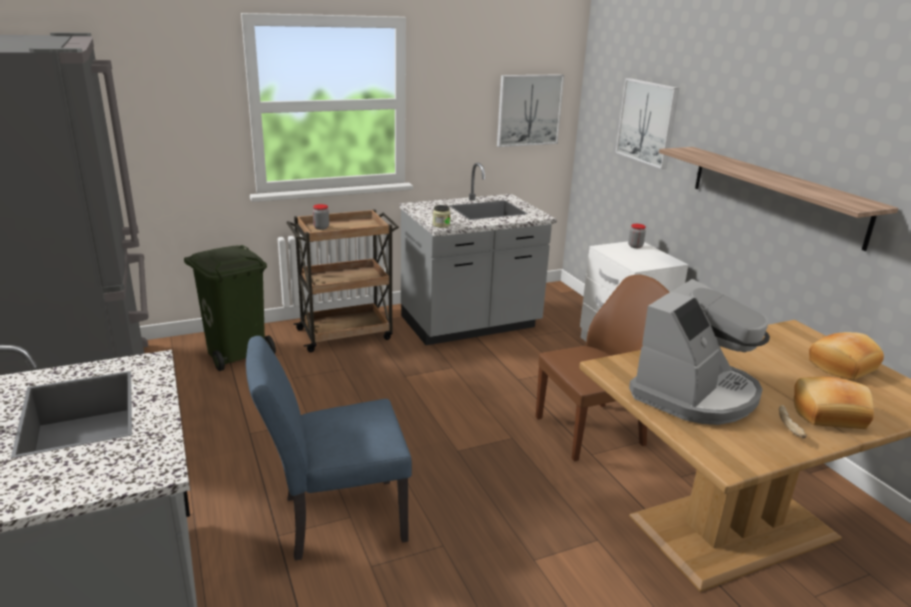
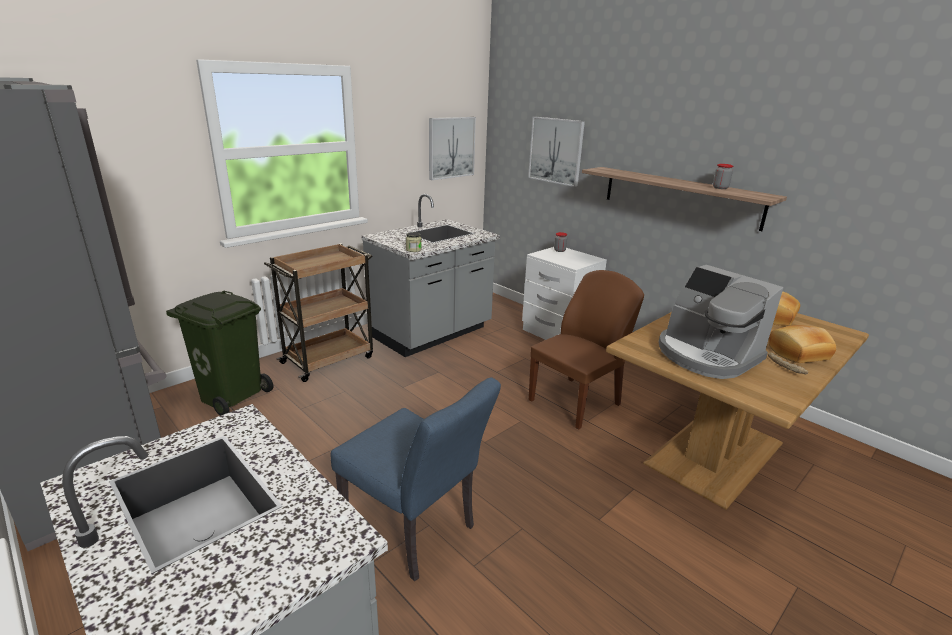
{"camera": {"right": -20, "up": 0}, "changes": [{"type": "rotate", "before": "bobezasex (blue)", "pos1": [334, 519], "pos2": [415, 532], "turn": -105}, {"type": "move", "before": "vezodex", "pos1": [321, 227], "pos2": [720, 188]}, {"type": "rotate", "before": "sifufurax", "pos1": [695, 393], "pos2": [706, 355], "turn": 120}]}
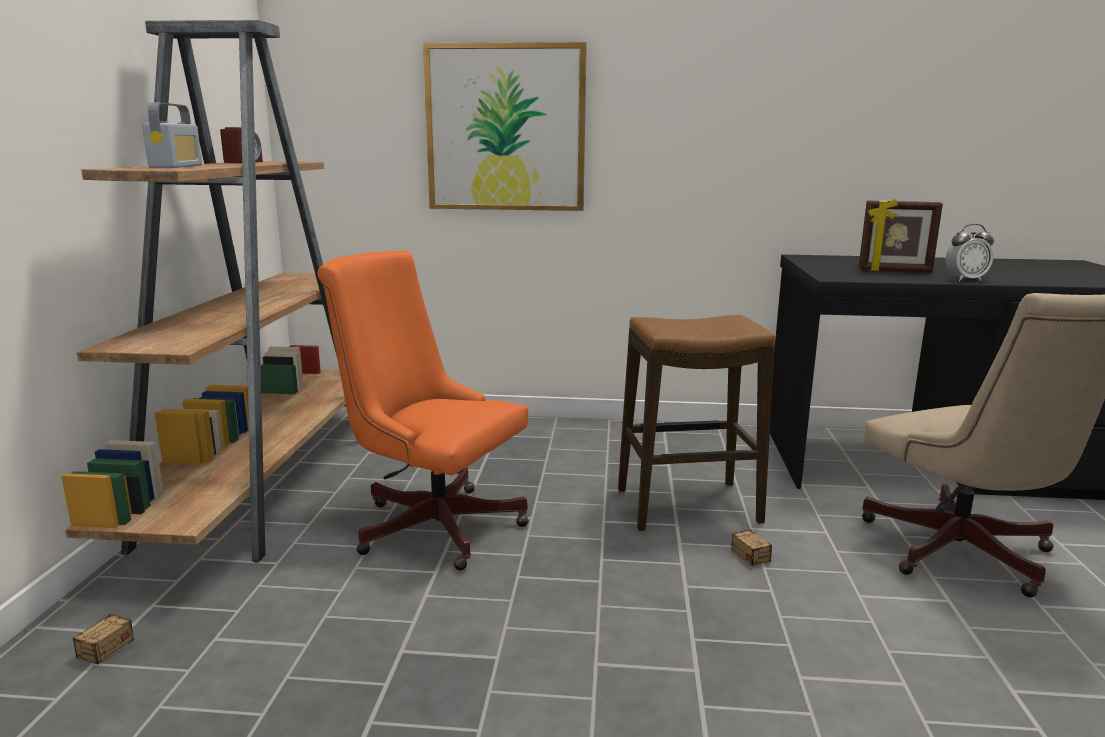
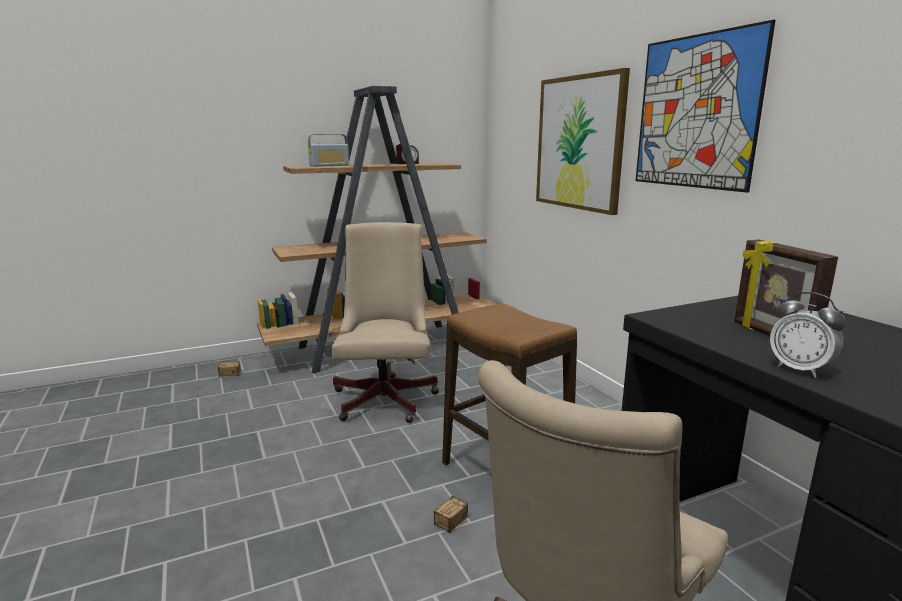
{"camera": {"right": 60, "up": 0}, "changes": [{"type": "recolor", "before": "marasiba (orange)", "after": "marasiba (beige)", "pos1": [431, 523], "pos2": [386, 396]}, {"type": "insert", "after": "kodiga", "pos2": [696, 112]}]}
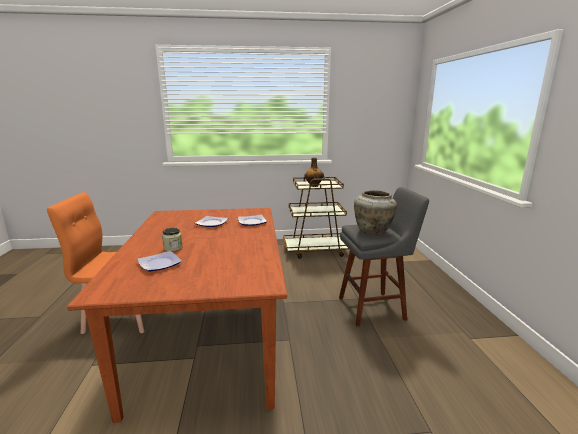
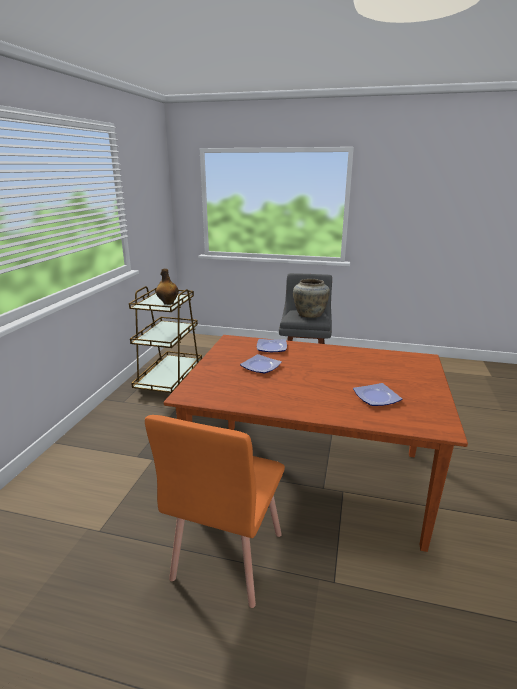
{"camera": {"right": -70, "up": 5}, "changes": [{"type": "delete", "before": "vezodex", "pos1": [173, 248]}]}
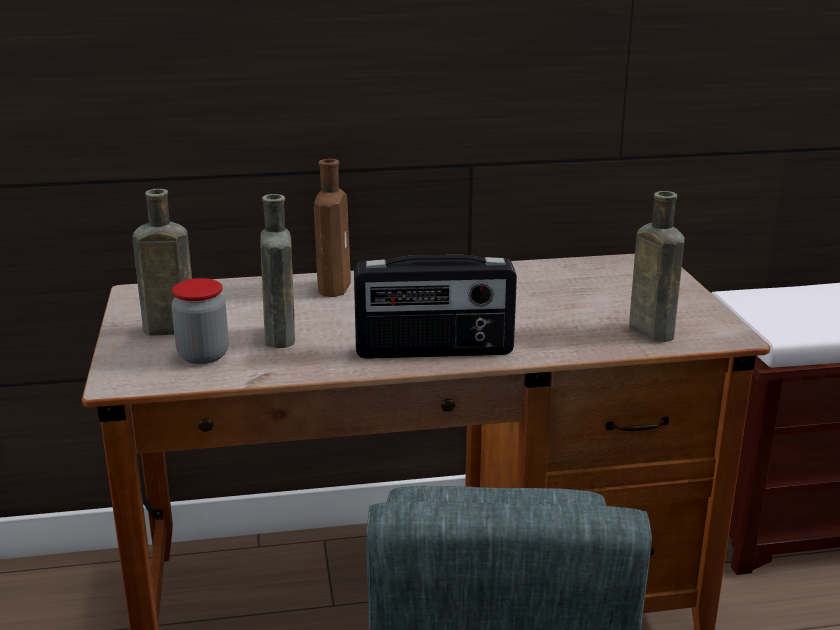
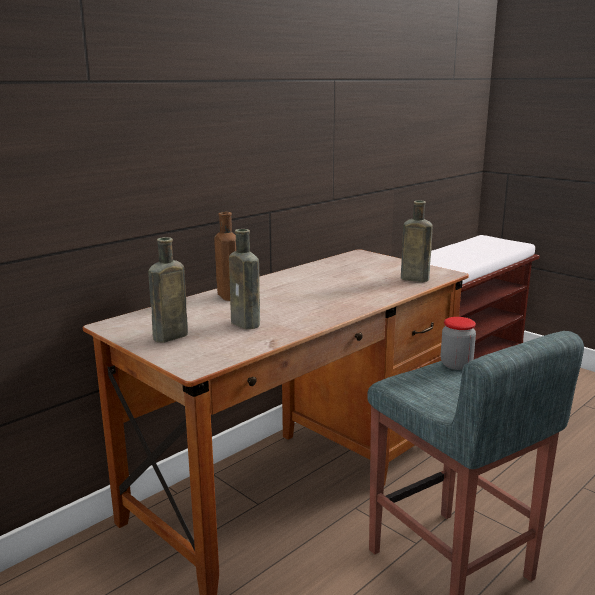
{"camera": {"right": -35, "up": -5}, "changes": [{"type": "move", "before": "vezodex", "pos1": [203, 355], "pos2": [456, 364]}, {"type": "delete", "before": "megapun", "pos1": [434, 351]}]}
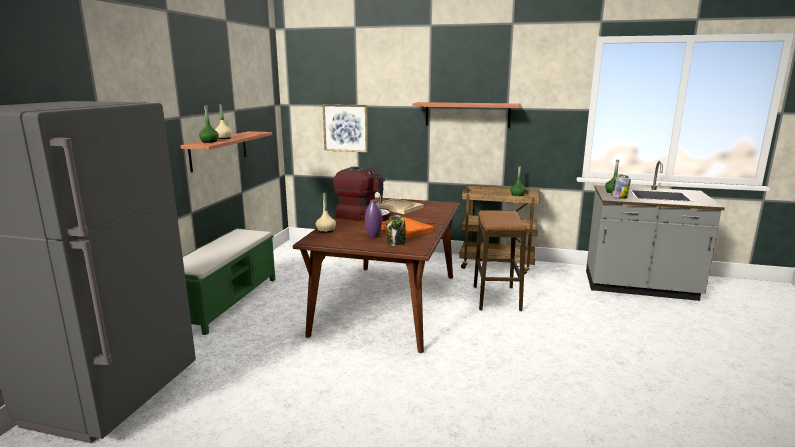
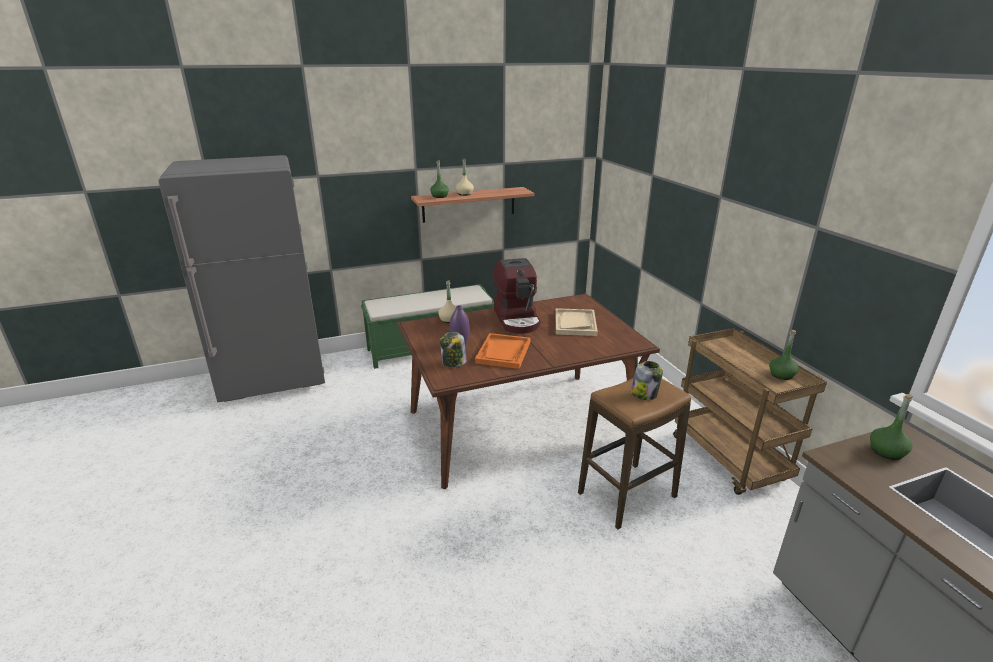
{"camera": {"right": 55, "up": 10}, "changes": [{"type": "delete", "before": "kodiga", "pos1": [345, 128]}, {"type": "delete", "before": "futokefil", "pos1": [467, 114]}, {"type": "move", "before": "vezodex", "pos1": [619, 197], "pos2": [644, 394]}]}
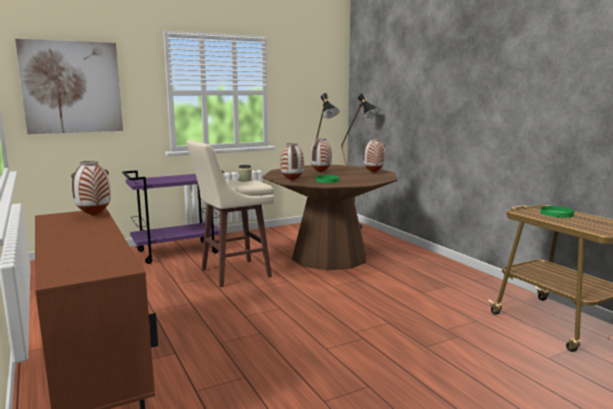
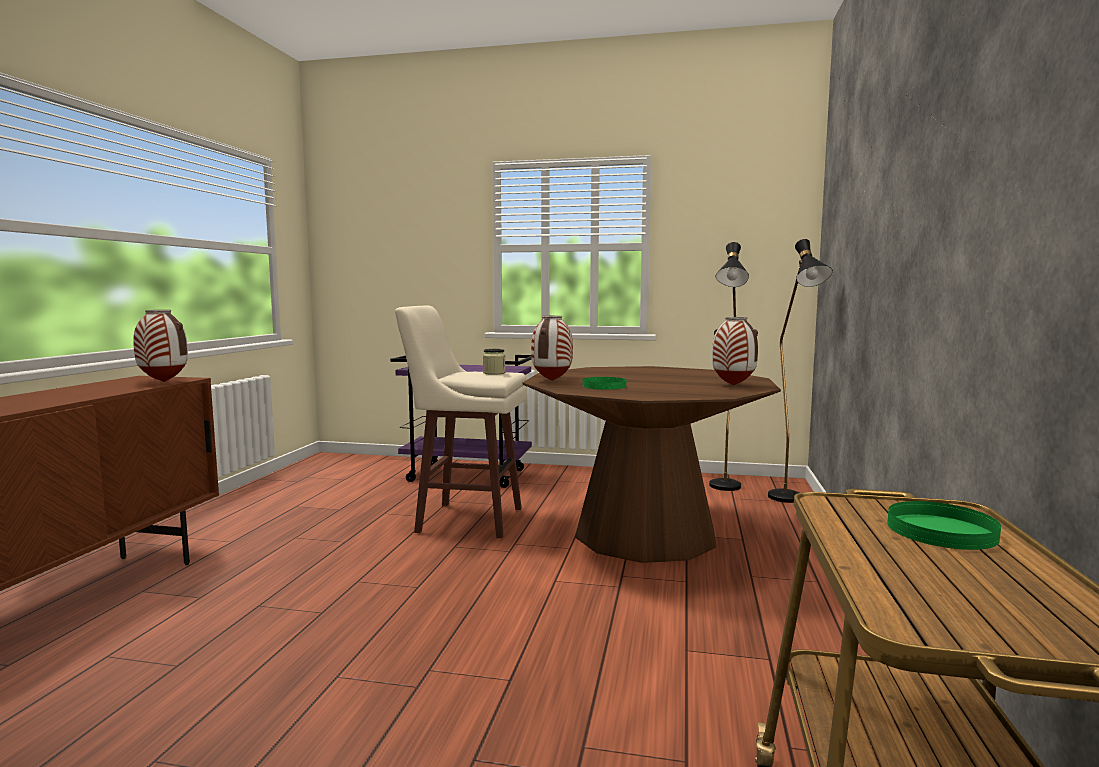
{"camera": {"right": 40, "up": -5}, "changes": [{"type": "delete", "before": "kodiga", "pos1": [72, 87]}, {"type": "delete", "before": "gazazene", "pos1": [320, 172]}]}
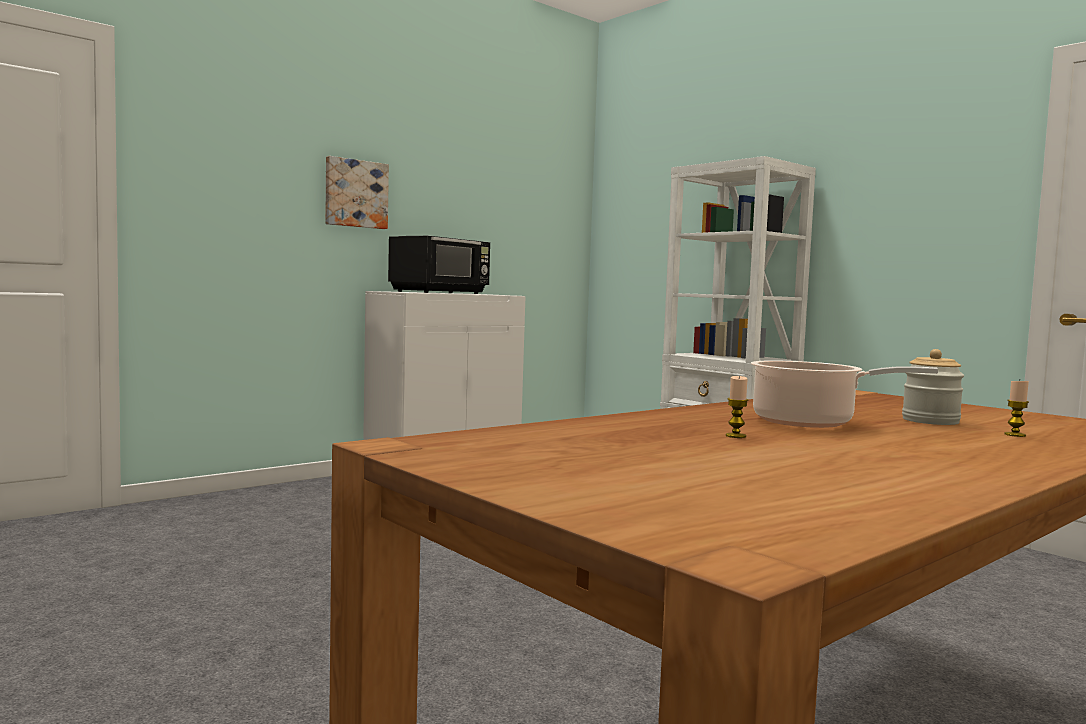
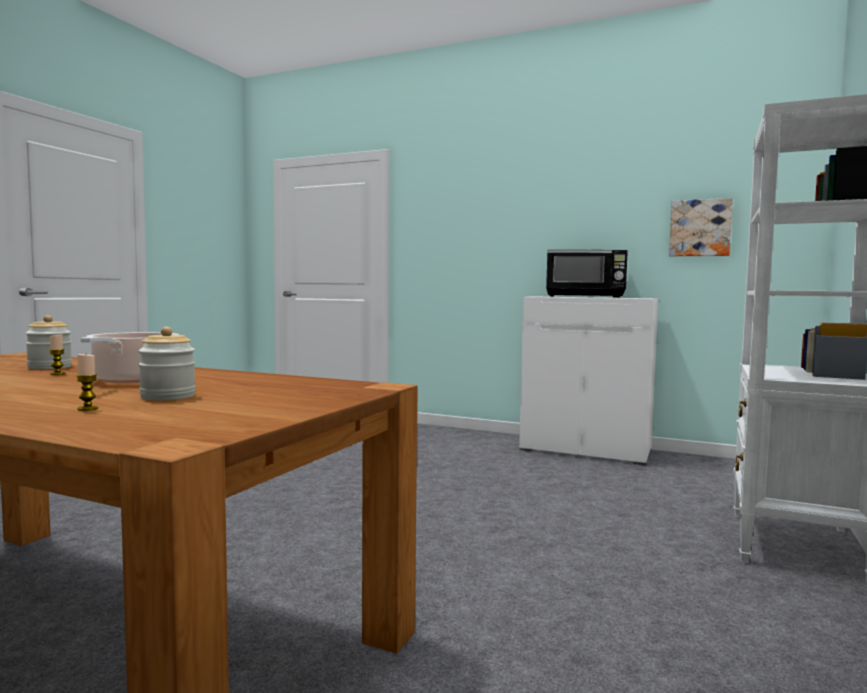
{"camera": {"right": 65, "up": 0}, "changes": [{"type": "move", "before": "kodiga", "pos1": [355, 194], "pos2": [700, 228]}, {"type": "insert", "after": "vezodex", "pos2": [49, 367]}]}
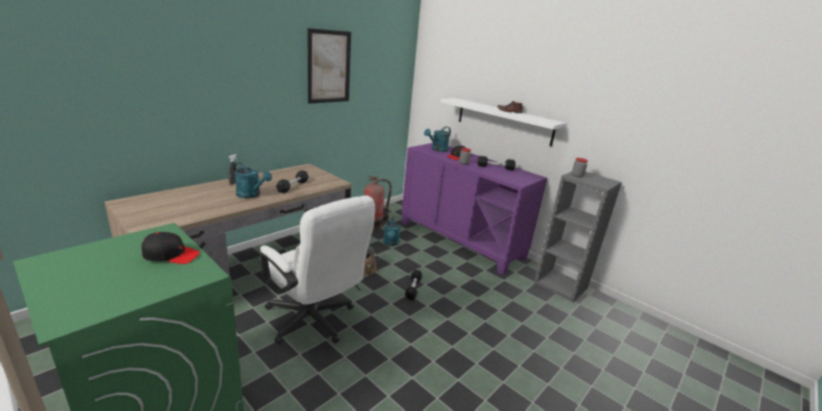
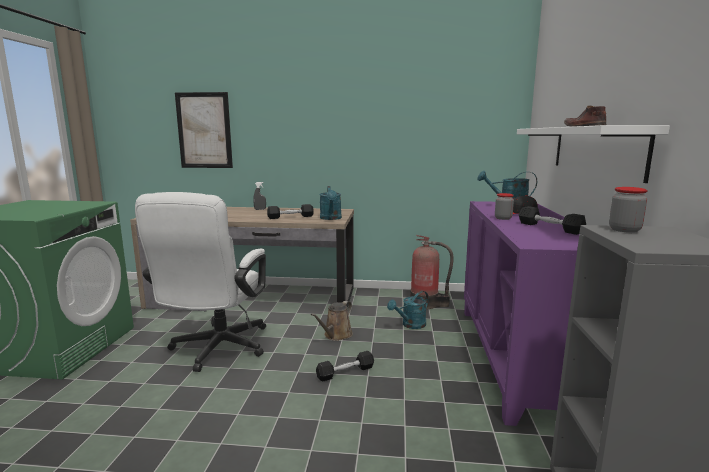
{"camera": {"right": 55, "up": -10}, "changes": [{"type": "delete", "before": "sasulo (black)", "pos1": [171, 255]}, {"type": "move", "before": "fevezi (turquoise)", "pos1": [251, 195], "pos2": [331, 218]}, {"type": "move", "before": "kodiga", "pos1": [329, 67], "pos2": [204, 130]}]}
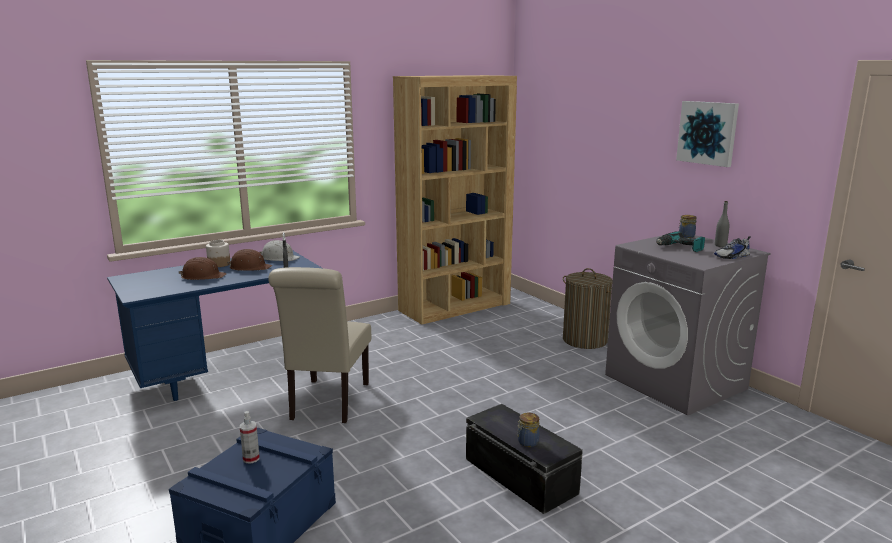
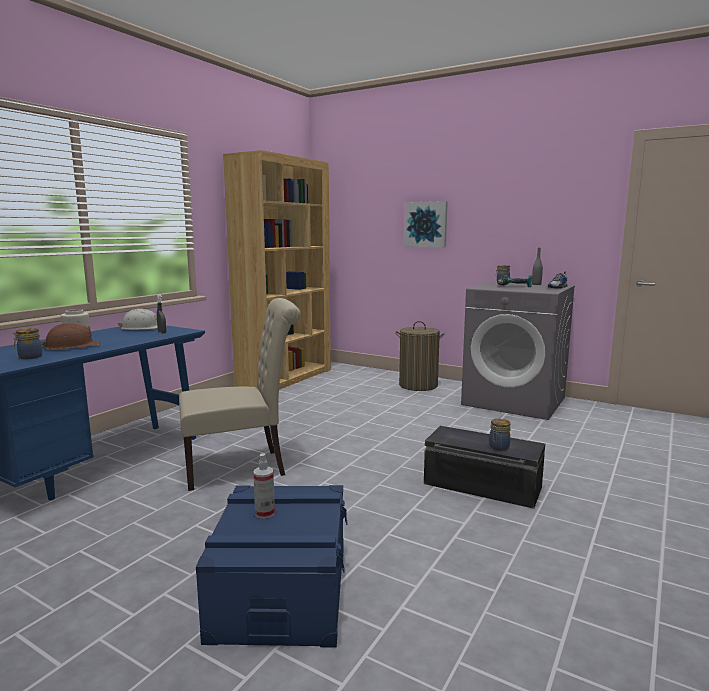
{"camera": {"right": -25, "up": -5}, "changes": [{"type": "delete", "before": "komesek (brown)", "pos1": [250, 267]}, {"type": "rotate", "before": "bobezasex (beige)", "pos1": [327, 403], "pos2": [242, 468], "turn": -90}, {"type": "move", "before": "kodiga", "pos1": [707, 133], "pos2": [426, 224]}, {"type": "insert", "after": "vezodex", "pos2": [29, 357]}]}
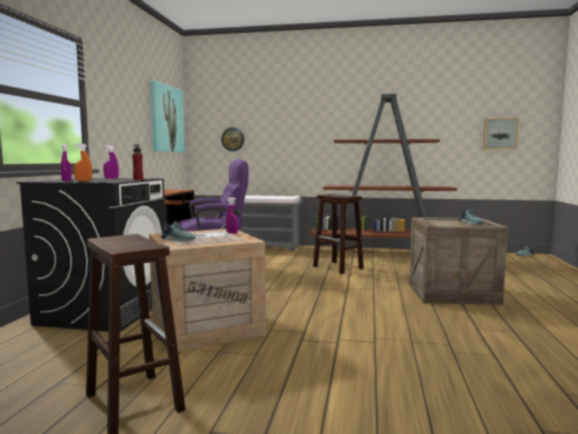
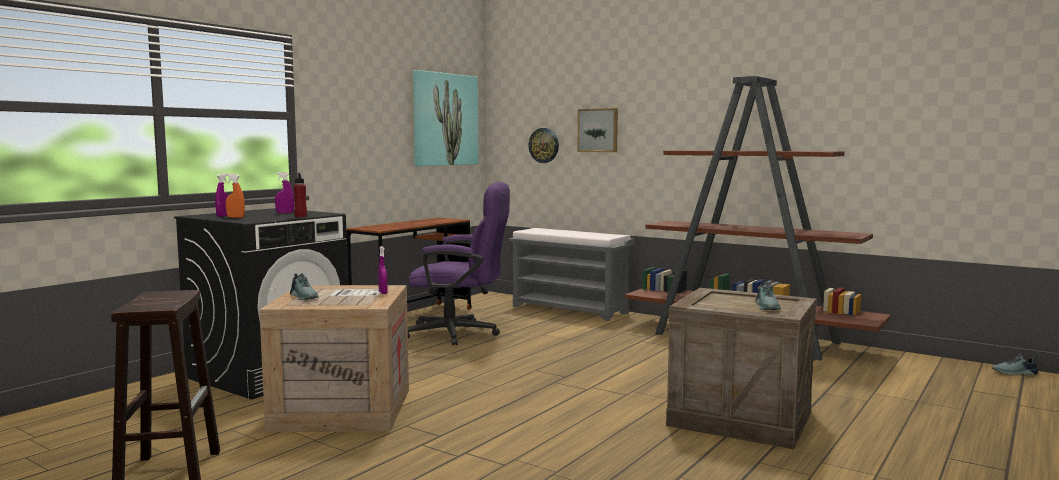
{"camera": {"right": 25, "up": 0}, "changes": [{"type": "delete", "before": "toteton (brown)", "pos1": [338, 268]}, {"type": "move", "before": "kodiga", "pos1": [500, 134], "pos2": [598, 130]}]}
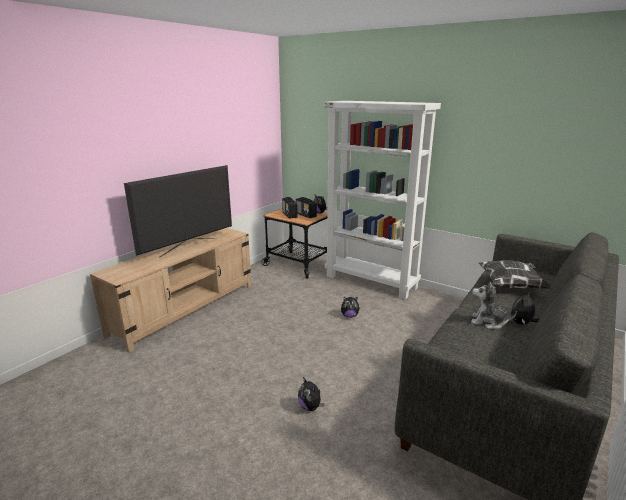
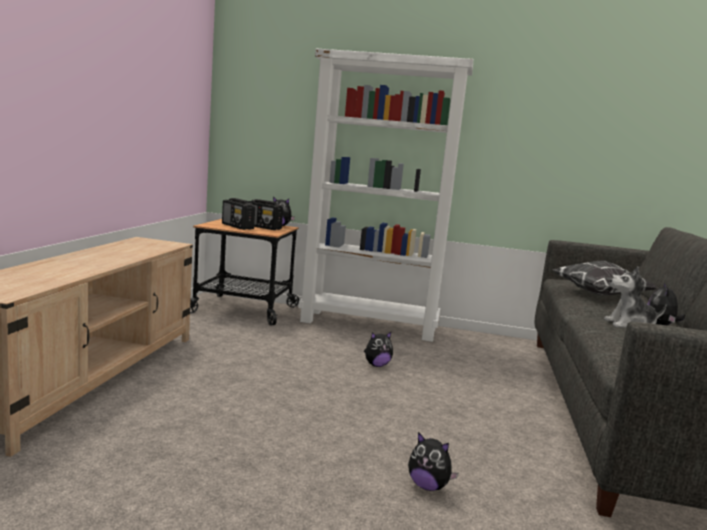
{"camera": {"right": -25, "up": -10}, "changes": [{"type": "delete", "before": "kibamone", "pos1": [188, 247]}]}
